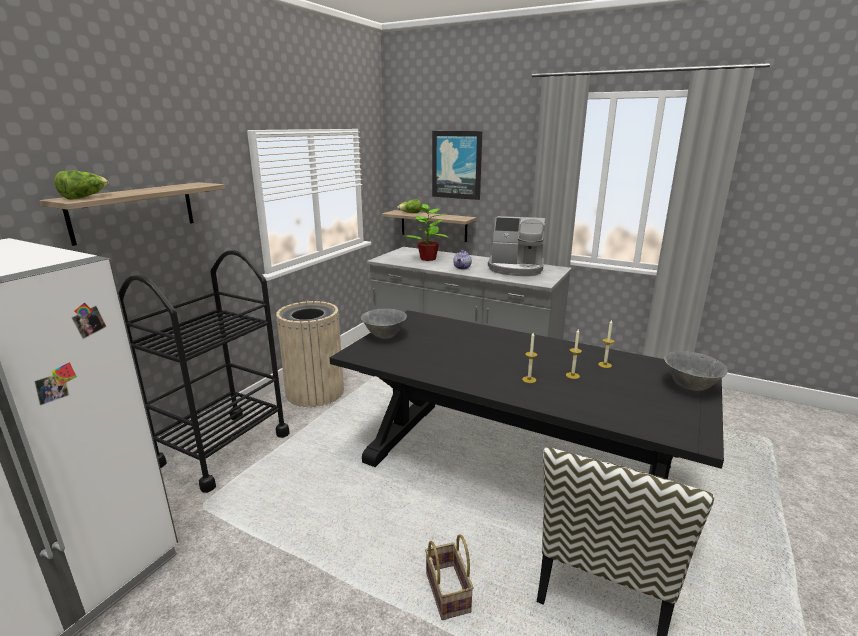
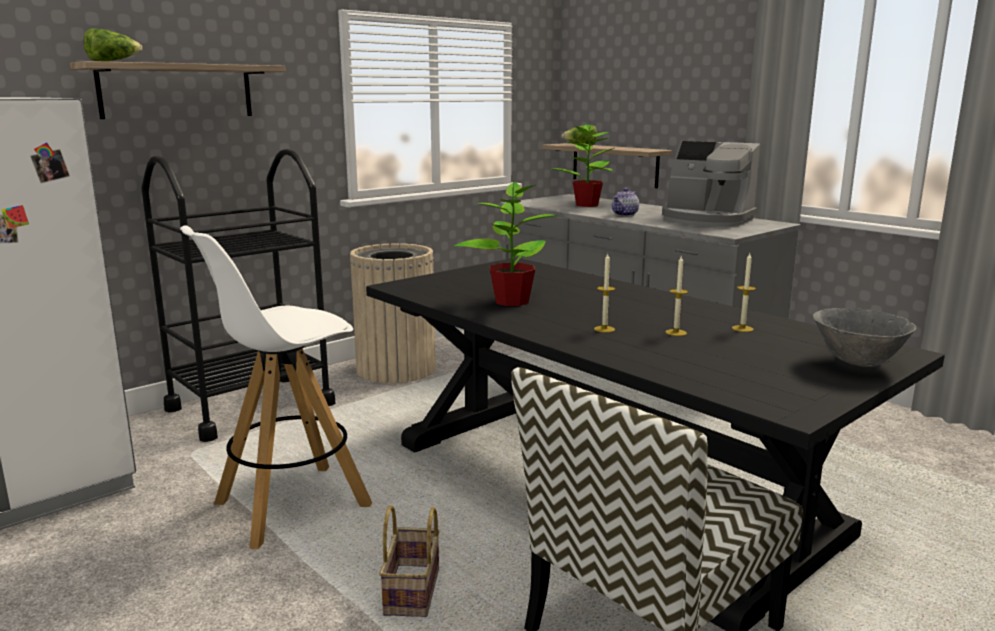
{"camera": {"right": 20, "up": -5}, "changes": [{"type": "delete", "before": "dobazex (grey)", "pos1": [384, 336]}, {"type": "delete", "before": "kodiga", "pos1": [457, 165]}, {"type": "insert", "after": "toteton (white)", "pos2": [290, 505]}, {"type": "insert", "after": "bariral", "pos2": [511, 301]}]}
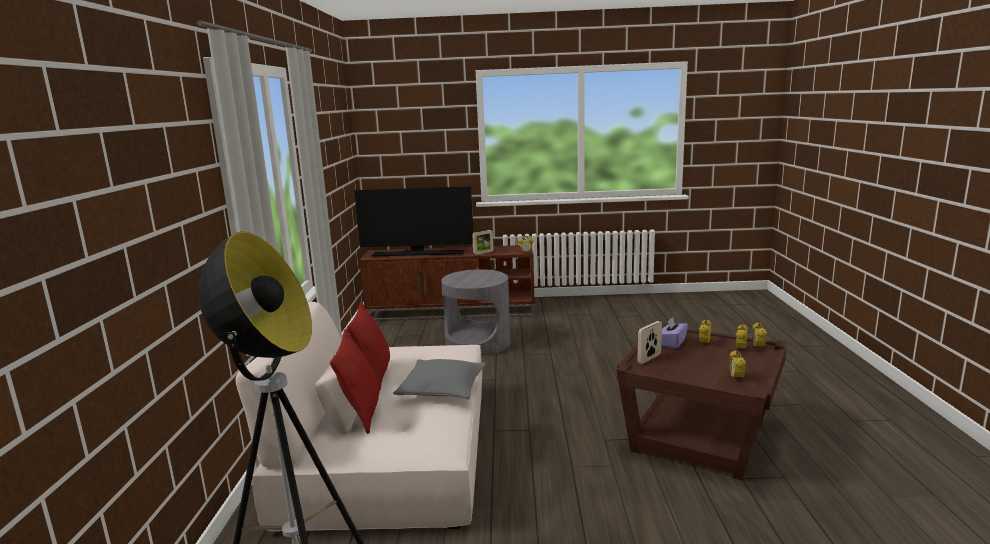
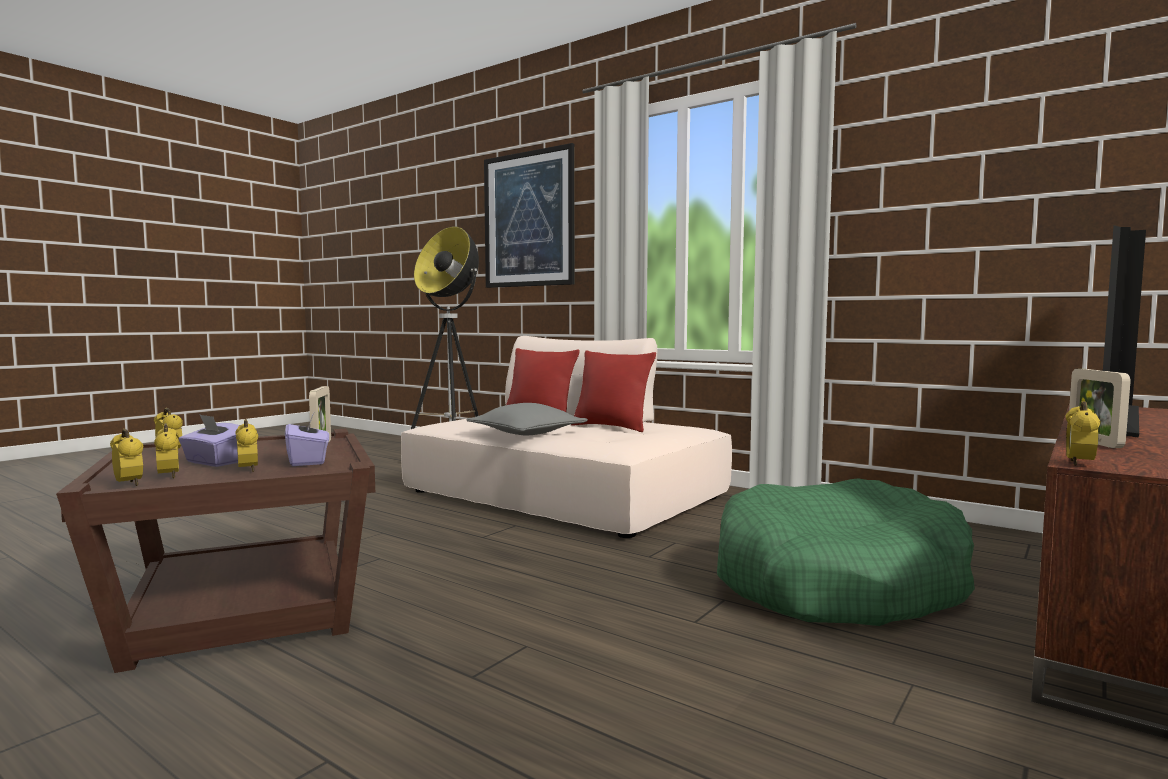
{"camera": {"right": 125, "up": -10}, "changes": [{"type": "replace", "before": "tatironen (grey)", "after": "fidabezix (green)", "pos1": [477, 343], "pos2": [837, 583]}, {"type": "insert", "after": "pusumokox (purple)", "pos2": [215, 462]}, {"type": "insert", "after": "kodiga", "pos2": [528, 219]}]}
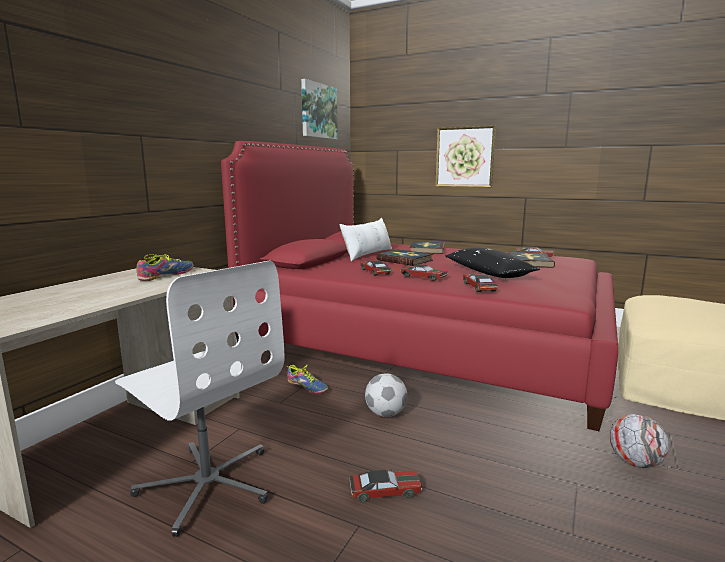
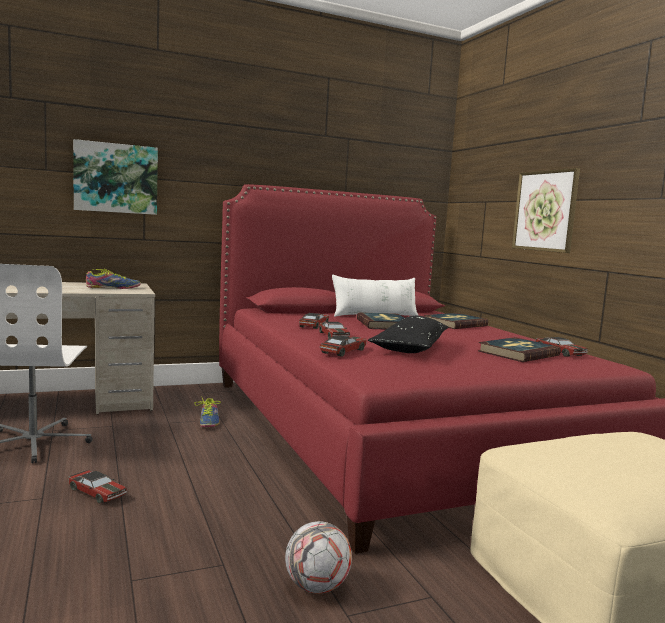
{"camera": {"right": 40, "up": -5}, "changes": [{"type": "move", "before": "kodiga", "pos1": [318, 111], "pos2": [116, 178]}, {"type": "delete", "before": "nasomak", "pos1": [385, 414]}]}
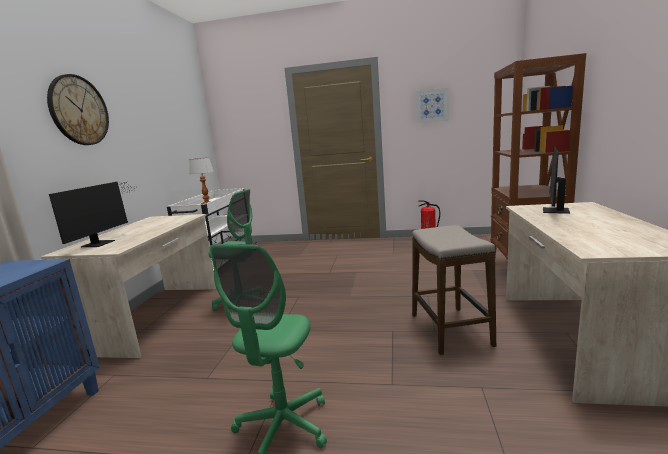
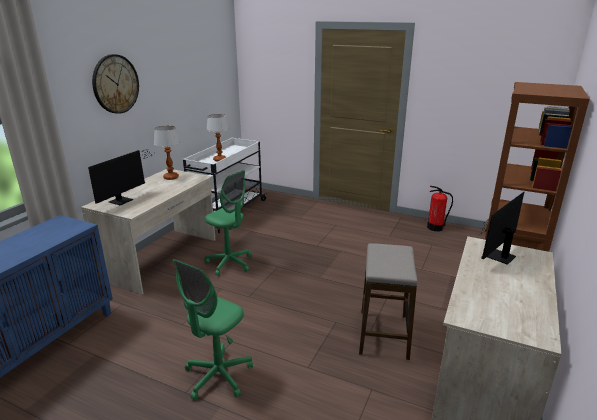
{"camera": {"right": 15, "up": 10}, "changes": [{"type": "delete", "before": "kodiga", "pos1": [432, 105]}, {"type": "insert", "after": "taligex", "pos2": [171, 177]}]}
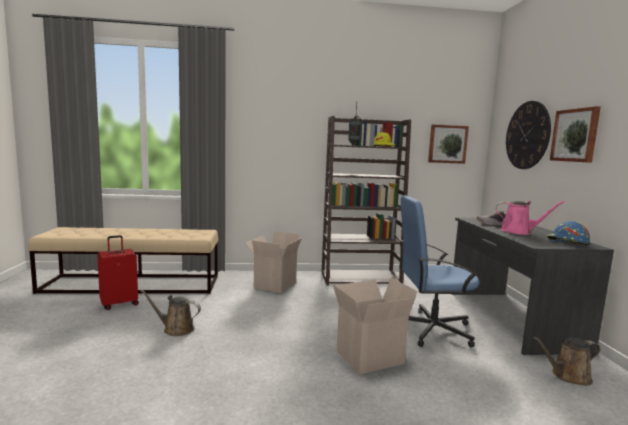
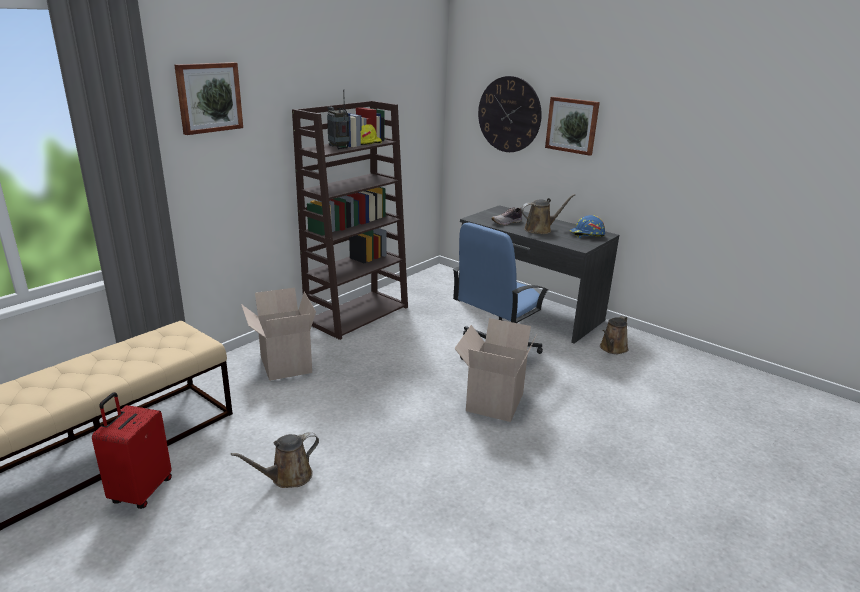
{"camera": {"right": -45, "up": 15}, "changes": [{"type": "move", "before": "kodiga", "pos1": [447, 144], "pos2": [209, 97]}, {"type": "recolor", "before": "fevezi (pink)", "after": "fevezi (brown)", "pos1": [519, 232], "pos2": [540, 229]}]}
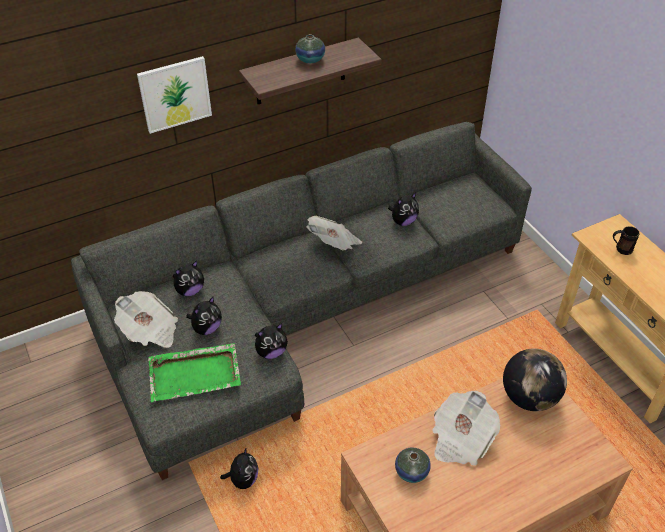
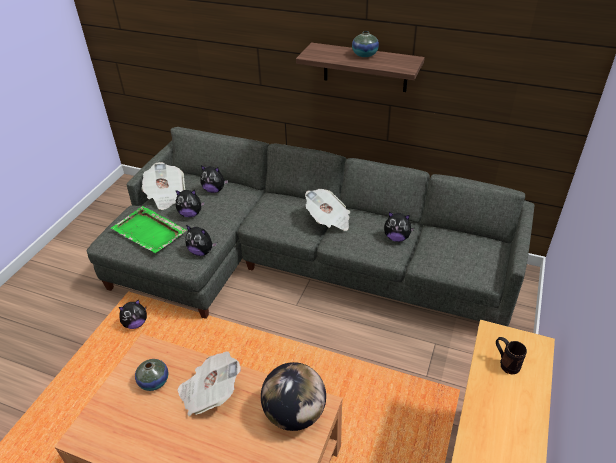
{"camera": {"right": 50, "up": -5}, "changes": [{"type": "delete", "before": "kodiga", "pos1": [175, 94]}]}
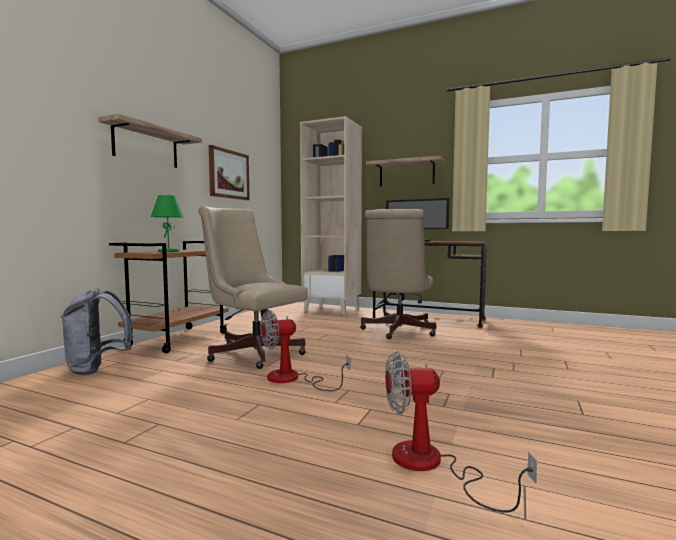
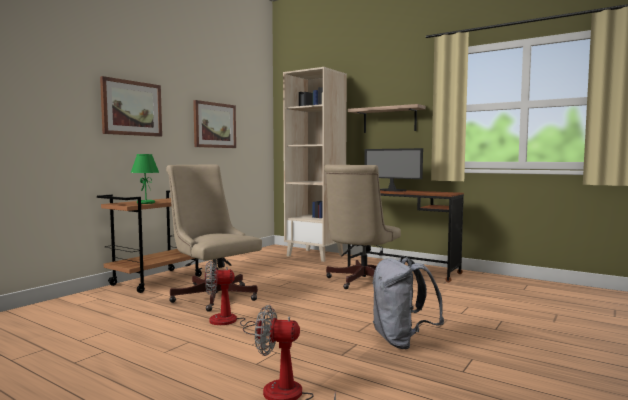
{"camera": {"right": 10, "up": 0}, "changes": [{"type": "move", "before": "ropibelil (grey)", "pos1": [98, 369], "pos2": [402, 341]}, {"type": "replace", "before": "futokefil", "after": "kodiga", "pos1": [146, 146], "pos2": [131, 108]}]}
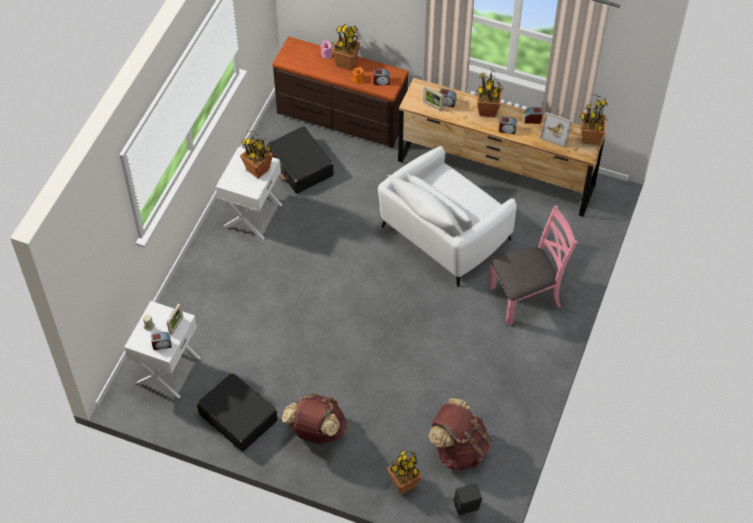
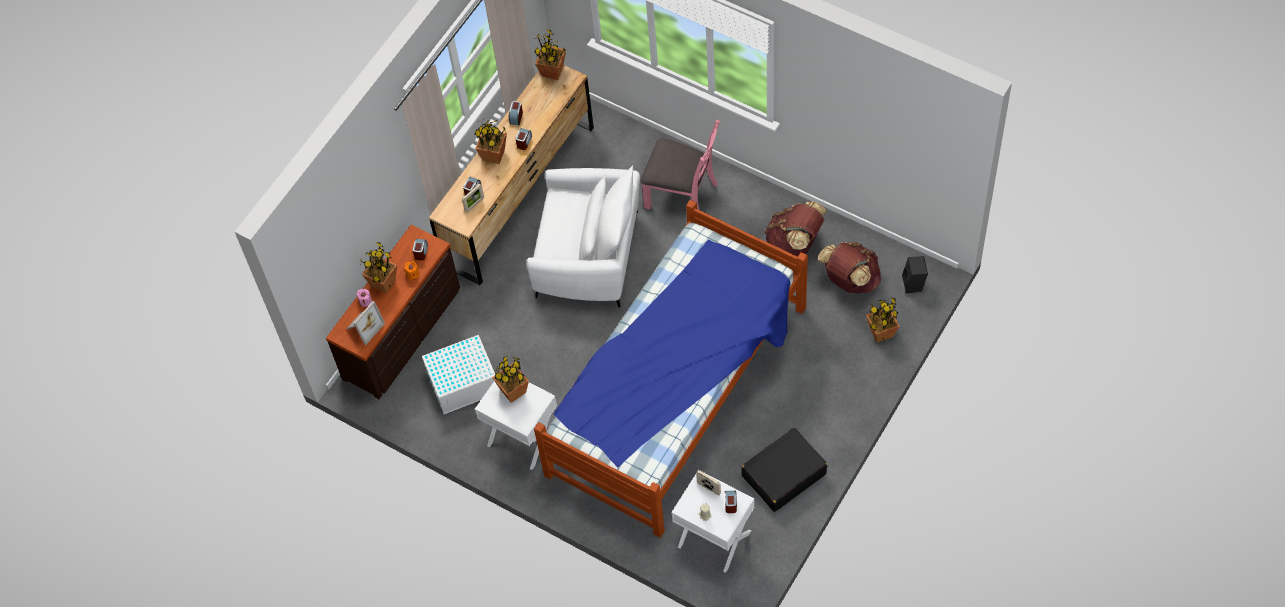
{"camera": {"right": -75, "up": 5}, "changes": [{"type": "replace", "before": "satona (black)", "after": "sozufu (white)", "pos1": [300, 166], "pos2": [464, 382]}, {"type": "move", "before": "ropibelil (brown)", "pos1": [316, 431], "pos2": [794, 244]}, {"type": "rotate", "before": "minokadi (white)", "pos1": [444, 234], "pos2": [589, 255], "turn": -45}, {"type": "rotate", "before": "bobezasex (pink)", "pos1": [525, 296], "pos2": [682, 195], "turn": 120}, {"type": "move", "before": "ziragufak", "pos1": [557, 134], "pos2": [364, 327]}, {"type": "insert", "after": "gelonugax", "pos2": [679, 391]}]}
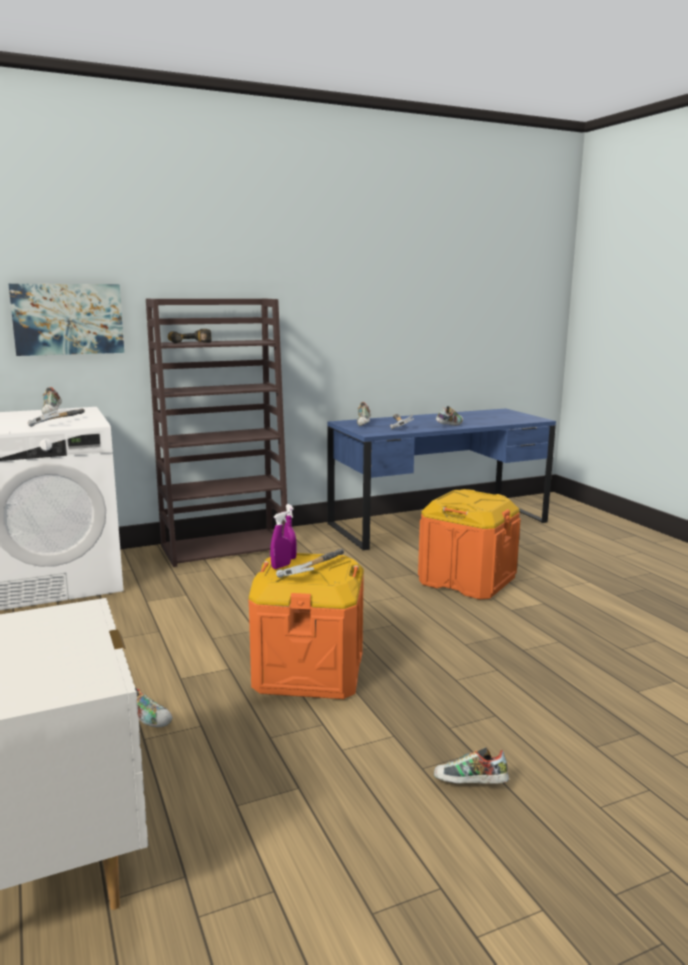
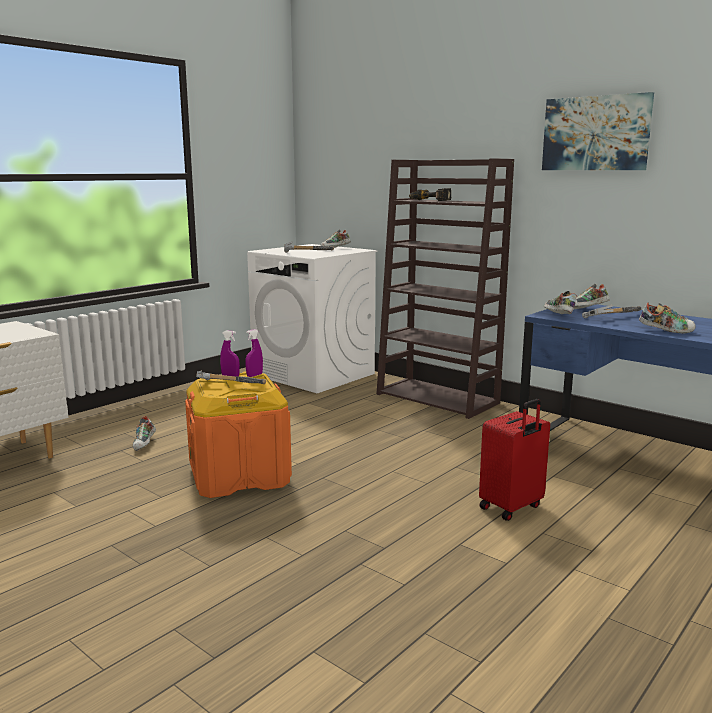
{"camera": {"right": 65, "up": 0}, "changes": [{"type": "move", "before": "kodiga", "pos1": [68, 319], "pos2": [596, 133]}, {"type": "replace", "before": "sozufu (orange)", "after": "satona (red)", "pos1": [467, 580], "pos2": [512, 507]}, {"type": "move", "before": "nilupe", "pos1": [470, 785], "pos2": [557, 315]}]}
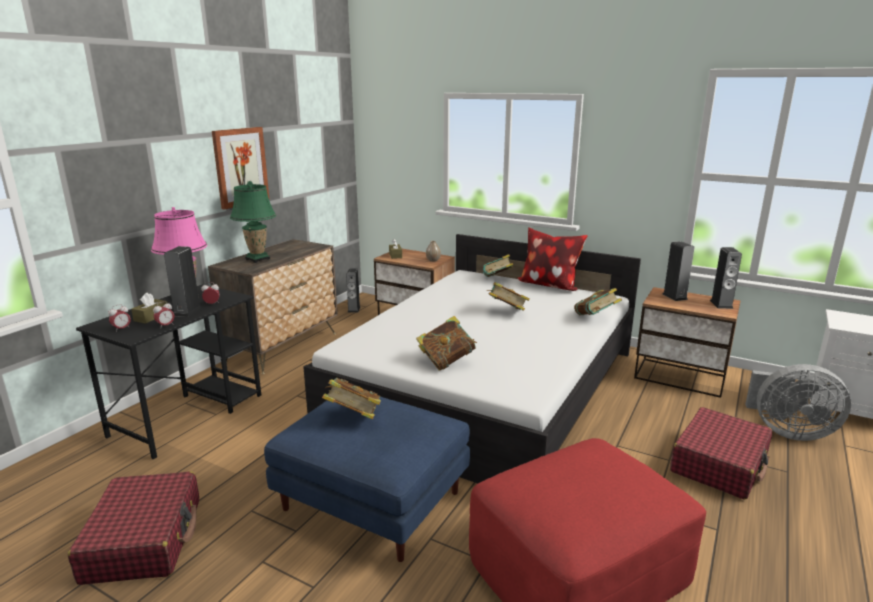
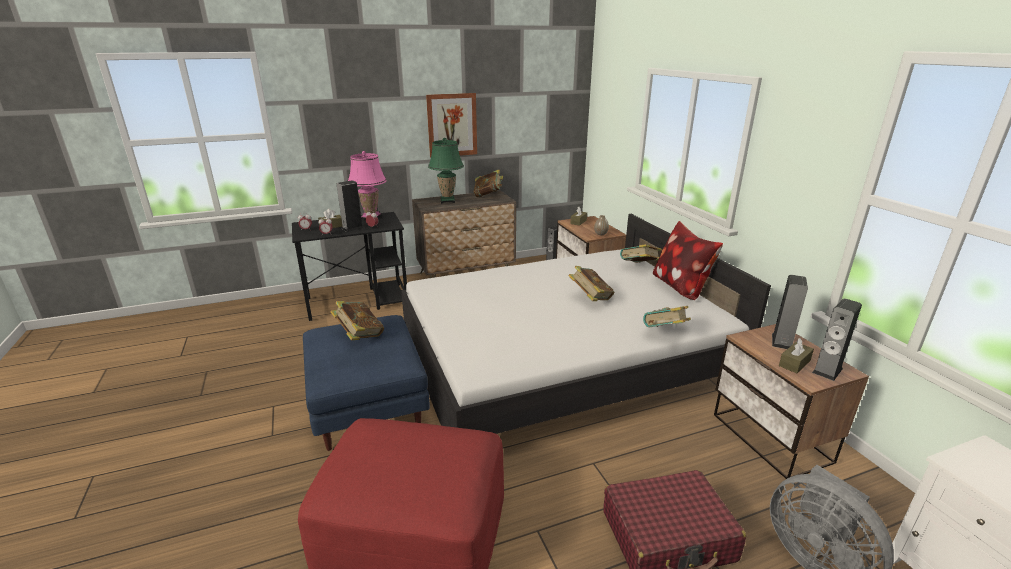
{"camera": {"right": 40, "up": 5}, "changes": [{"type": "delete", "before": "satona (red)", "pos1": [144, 539]}, {"type": "move", "before": "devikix", "pos1": [447, 361], "pos2": [488, 195]}, {"type": "insert", "after": "pusumokox (brown)", "pos2": [794, 363]}]}
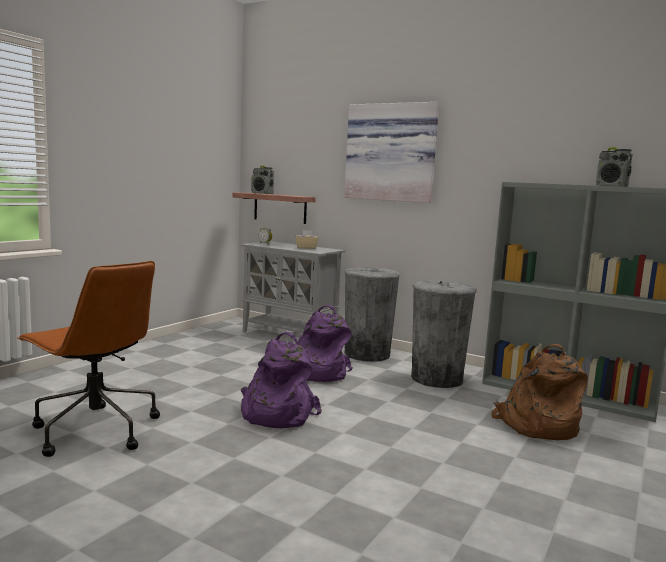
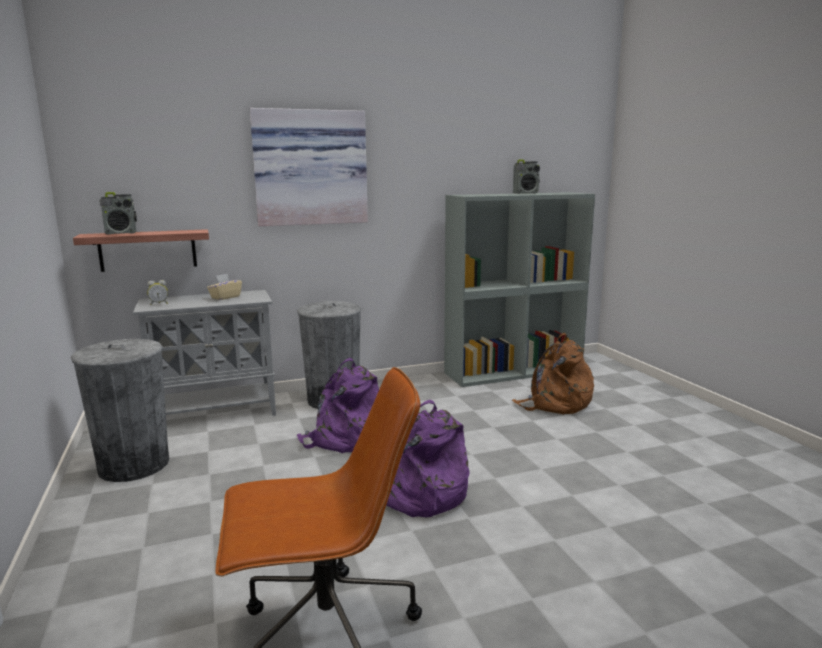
{"camera": {"right": -50, "up": 5}, "changes": [{"type": "move", "before": "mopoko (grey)", "pos1": [437, 378], "pos2": [134, 465]}]}
